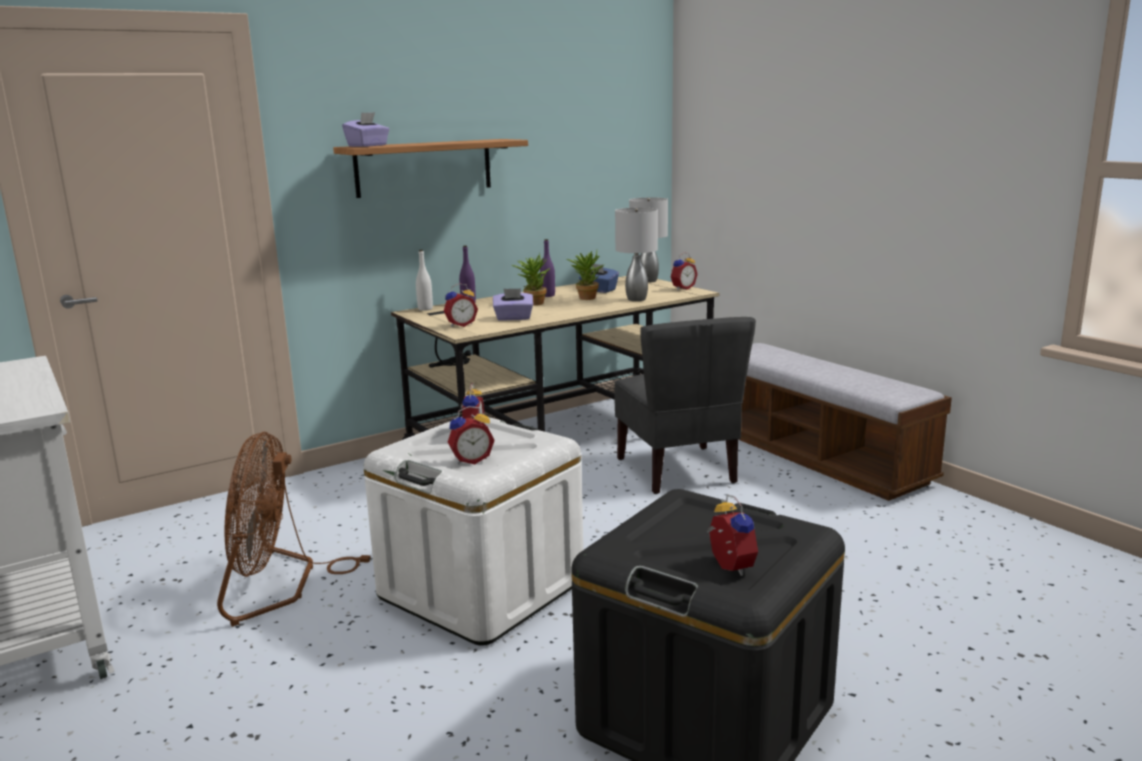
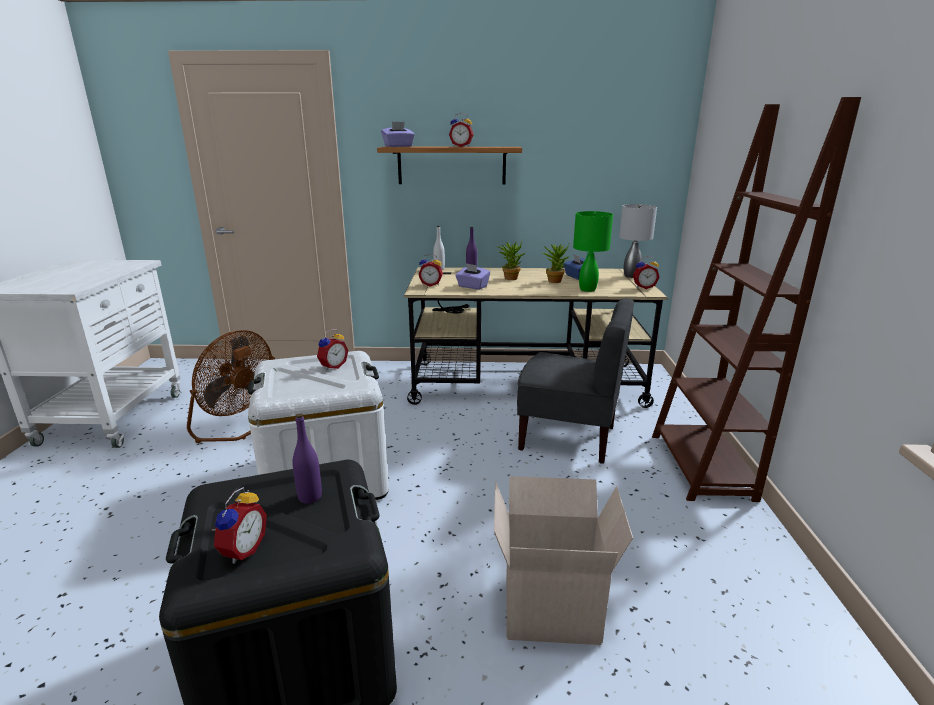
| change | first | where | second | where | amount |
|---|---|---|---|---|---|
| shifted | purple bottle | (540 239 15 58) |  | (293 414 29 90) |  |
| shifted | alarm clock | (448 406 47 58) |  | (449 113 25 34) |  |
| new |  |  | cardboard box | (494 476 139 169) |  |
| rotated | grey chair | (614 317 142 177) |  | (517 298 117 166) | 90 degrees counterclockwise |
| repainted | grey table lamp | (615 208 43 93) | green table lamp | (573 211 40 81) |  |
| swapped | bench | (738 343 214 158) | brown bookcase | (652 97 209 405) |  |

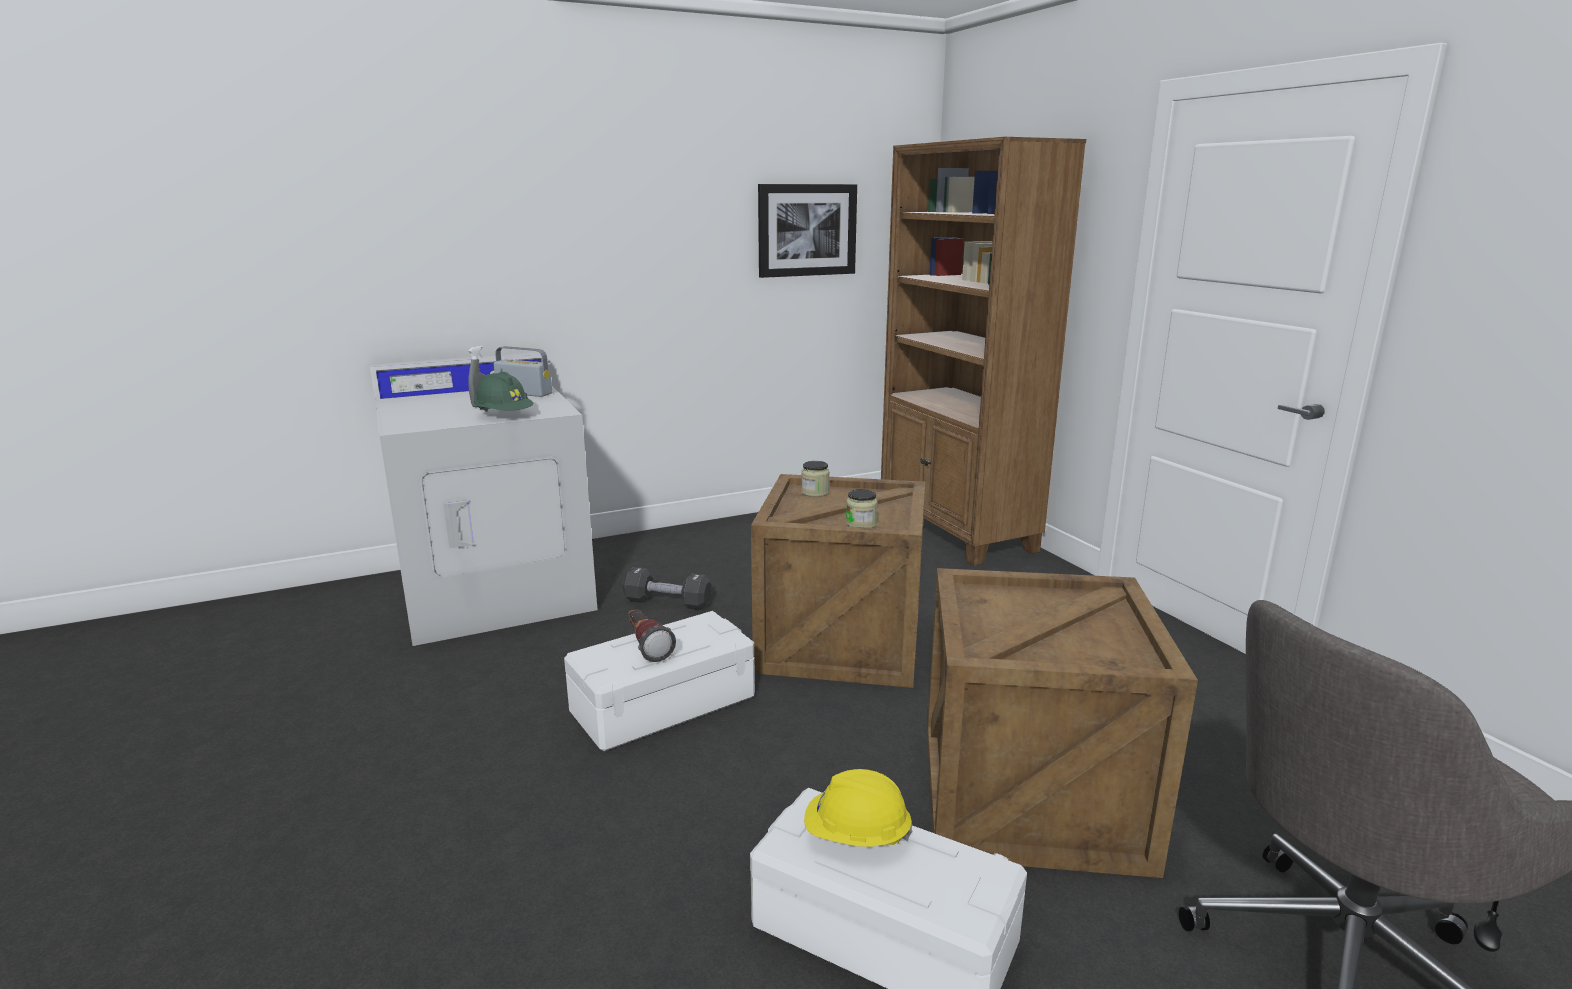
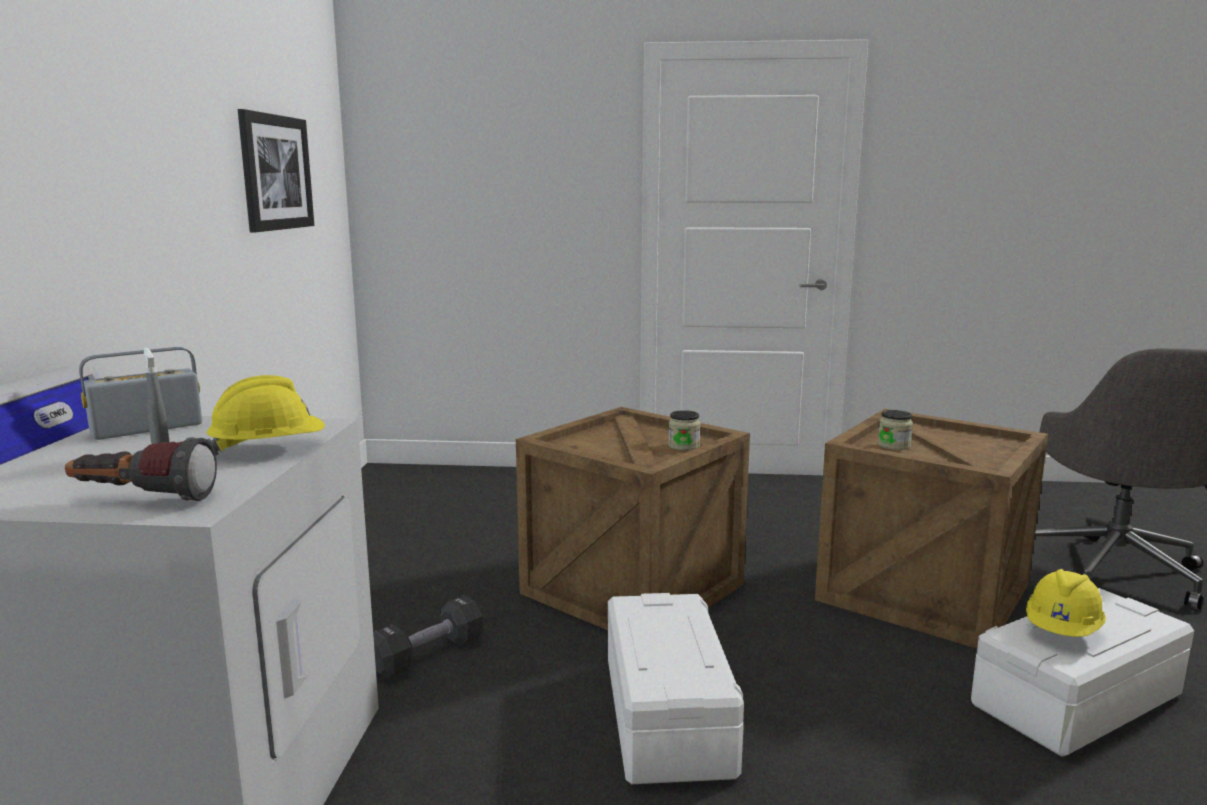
| change | first | where | second | where | amount |
|---|---|---|---|---|---|
| shifted | flashlight | (629 609 47 53) |  | (65 437 152 64) |  |
| repainted | green hard hat | (474 372 60 40) | yellow hard hat | (206 375 119 80) |  |
| shifted | jar | (801 461 29 36) |  | (878 410 35 40) |  |
| gone | brown bookcase | (881 137 205 429) |  |  |  |

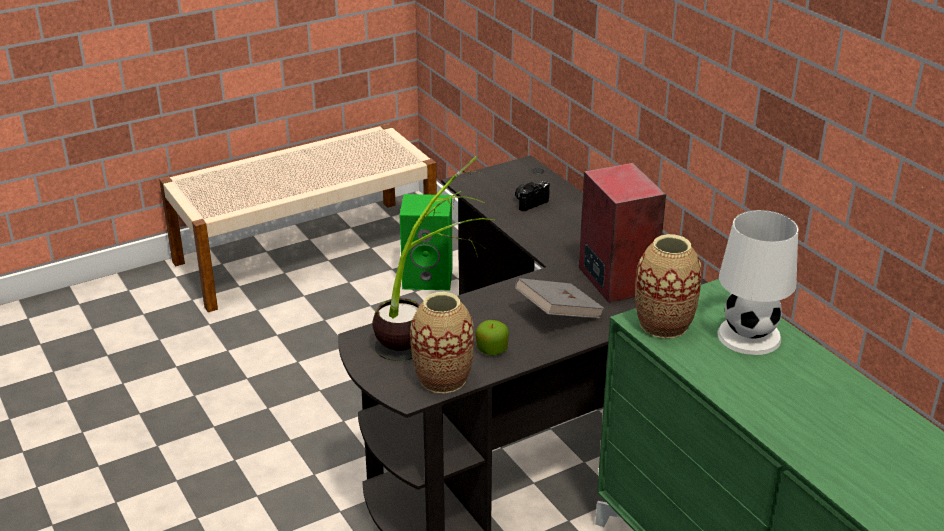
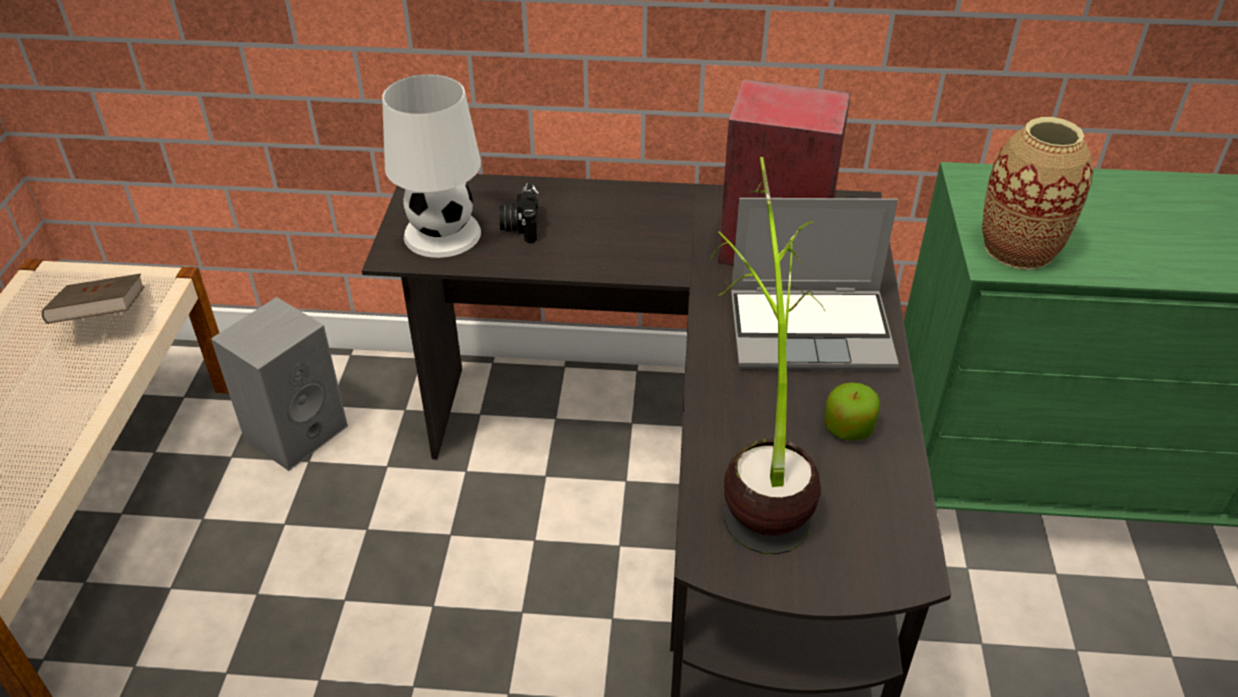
| change | first | where | second | where | amount |
|---|---|---|---|---|---|
| new |  |  | brown book | (42 273 102 51) |  |
| repainted | green speaker | (400 194 53 96) | grey speaker | (211 297 137 174) |  |
| shifted | white table lamp | (717 210 81 145) |  | (382 74 99 184) |  |
| swapped | grey book | (515 278 90 41) | laptop | (731 198 168 172) |  |
| gone | vase | (410 292 64 101) |  |  |  |

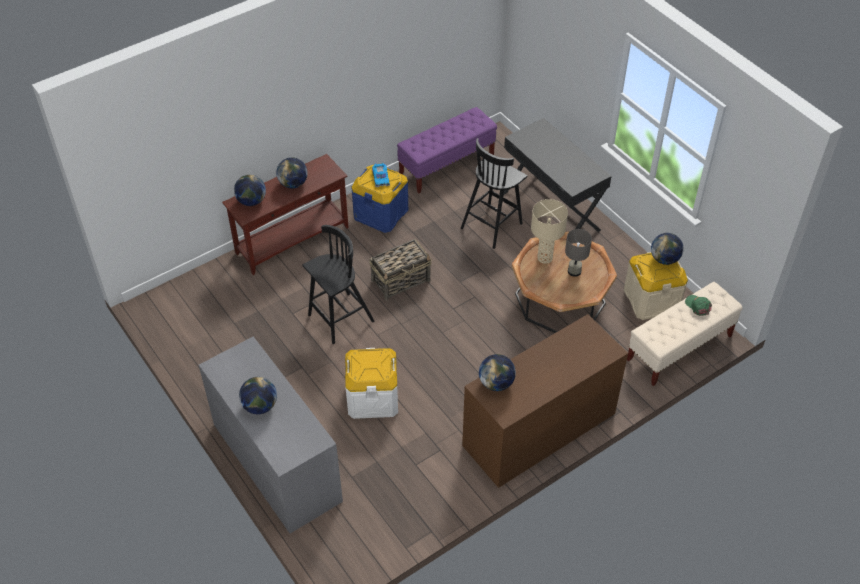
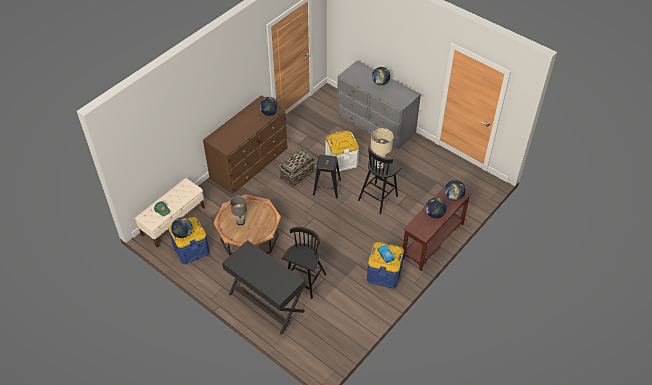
| change | first | where | second | where | amount |
|---|---|---|---|---|---|
| repainted | beige storage box | (624 252 64 68) | blue storage box | (168 217 42 47) |  |
| shifted | basket | (369 239 63 61) |  | (279 148 37 40) |  |
| new |  |  | black stool | (313 155 28 43) |  |
| shifted | beige table lamp | (531 199 37 65) |  | (371 128 22 41) |  |
| gone | purple bench | (397 107 100 86) |  |  |  |

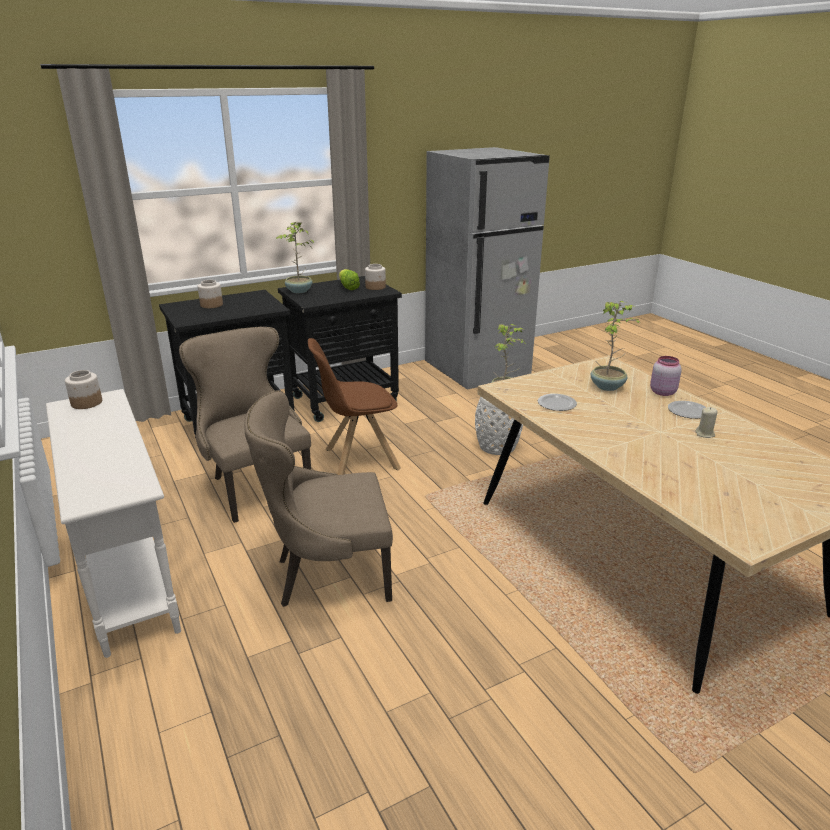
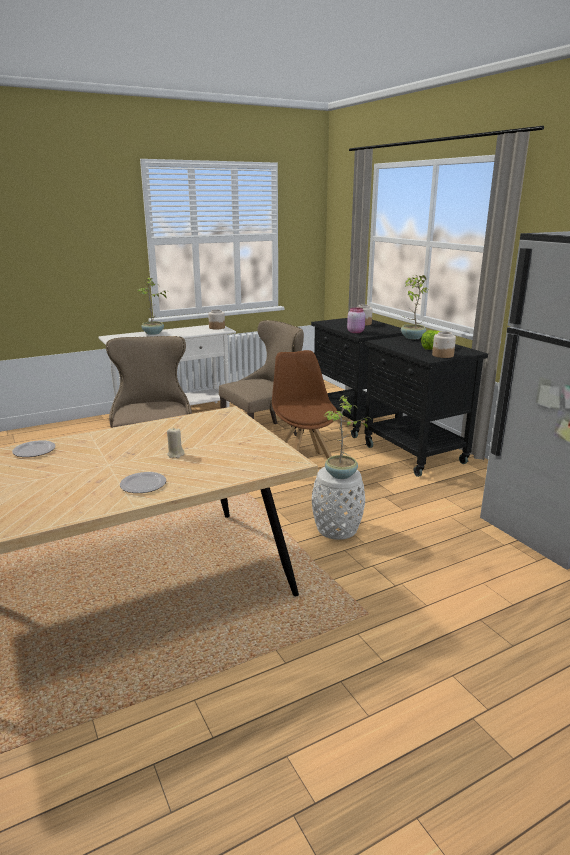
| change | first | where | second | where | amount |
|---|---|---|---|---|---|
| shifted | plate | (538 394 39 17) |  | (12 440 43 17) |  |
| shifted | potted plant | (591 301 49 90) |  | (138 278 29 57) |  |
| shifted | beige candle | (696 407 21 31) |  | (167 427 17 31) |  |
| shifted | pink jar | (650 356 32 40) |  | (347 307 18 26) |  |

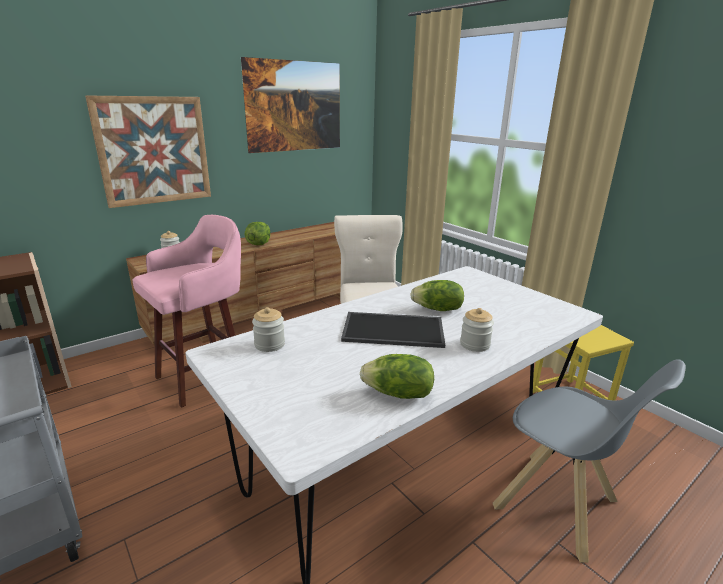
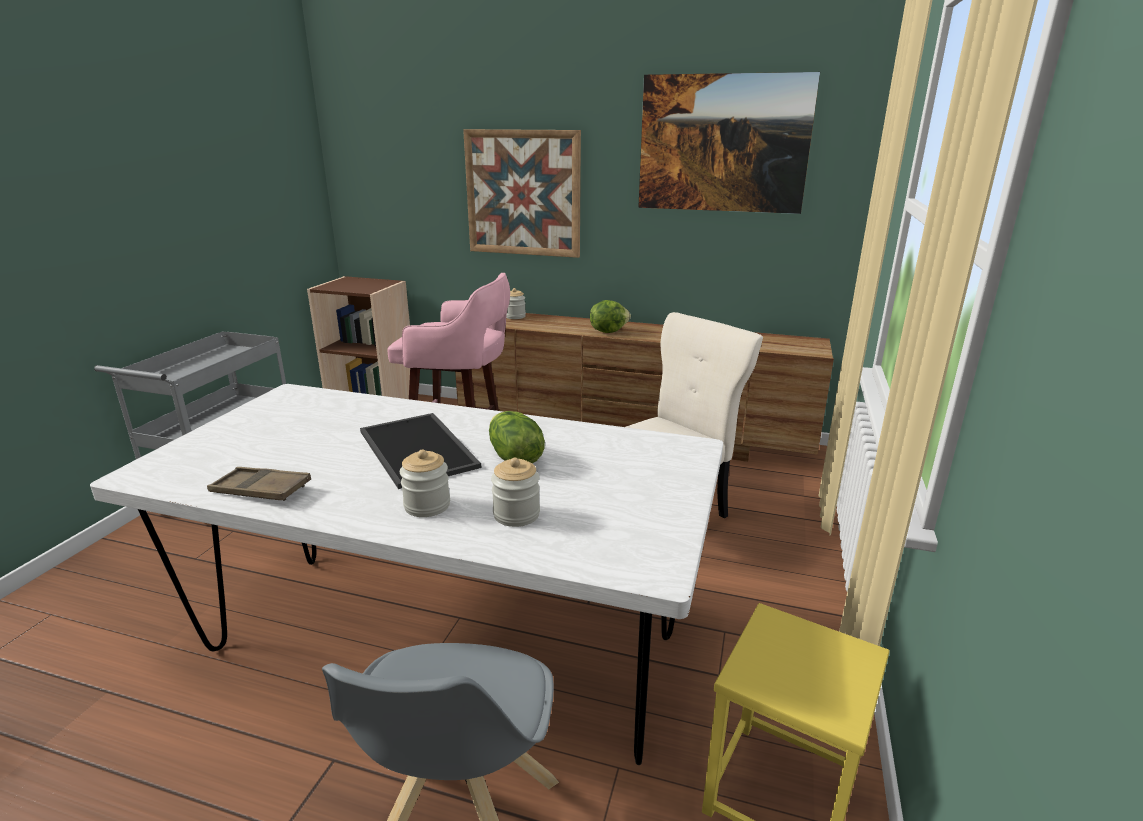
| change | first | where | second | where | amount |
|---|---|---|---|---|---|
| swapped | lettuce | (360 354 74 45) | brown tray | (207 467 104 34) |  |
| shifted | jar | (252 307 33 45) |  | (491 458 49 69) |  |

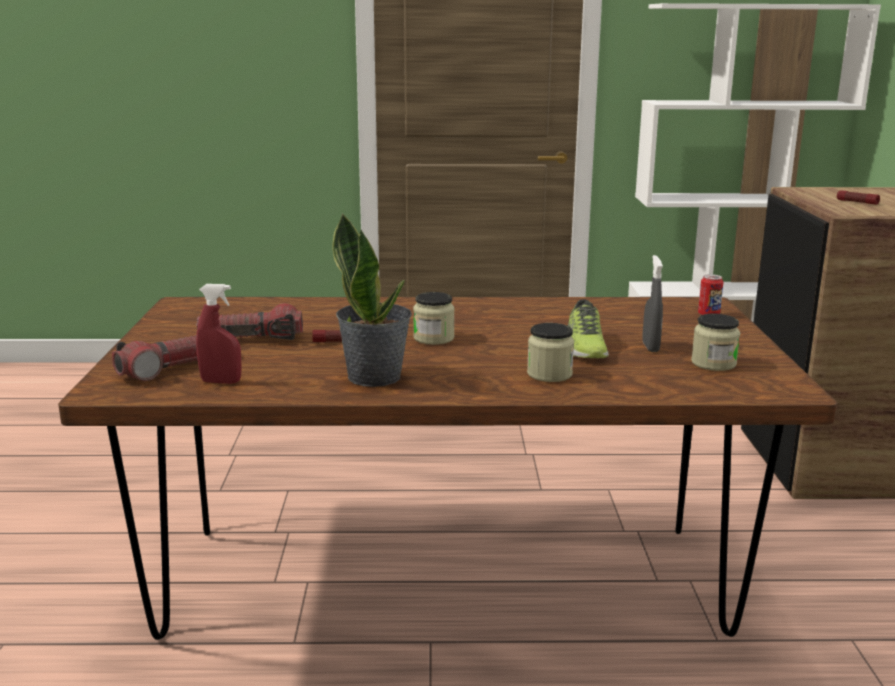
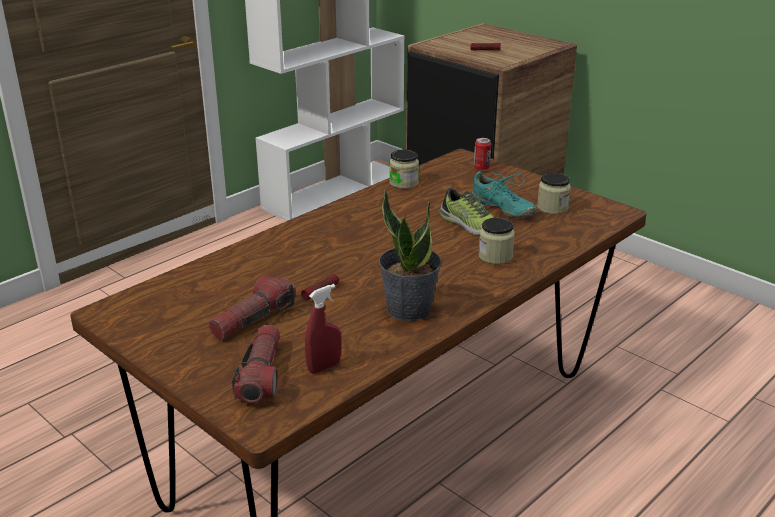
| change | first | where | second | where | amount |
|---|---|---|---|---|---|
| shifted | jar | (413 292 42 53) |  | (389 150 30 39) |  |
| swapped | grey spray bottle | (642 255 21 97) | turquoise shoe | (471 171 65 47) |  |

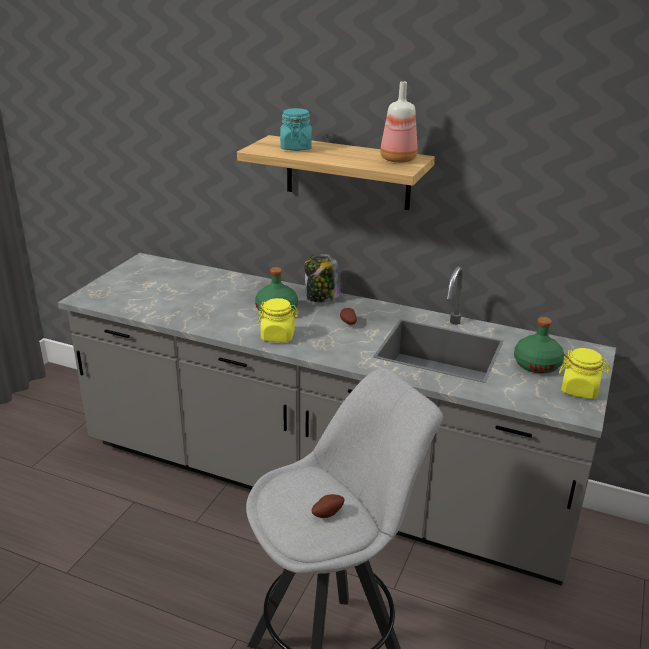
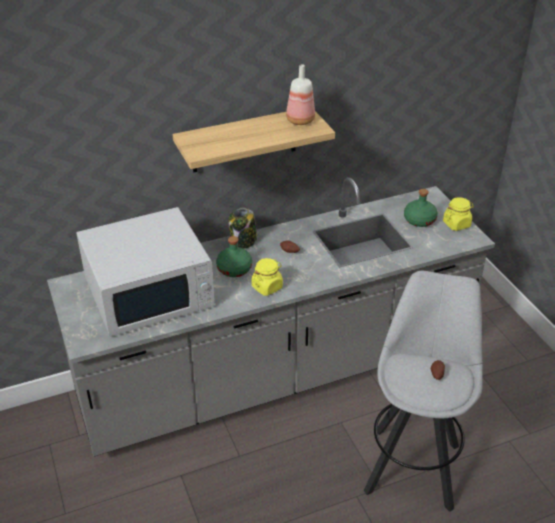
| change | first | where | second | where | amount |
|---|---|---|---|---|---|
| new |  |  | white microwave | (76 207 139 130) |  |
| gone | turquoise jar | (280 108 32 43) |  |  |  |

